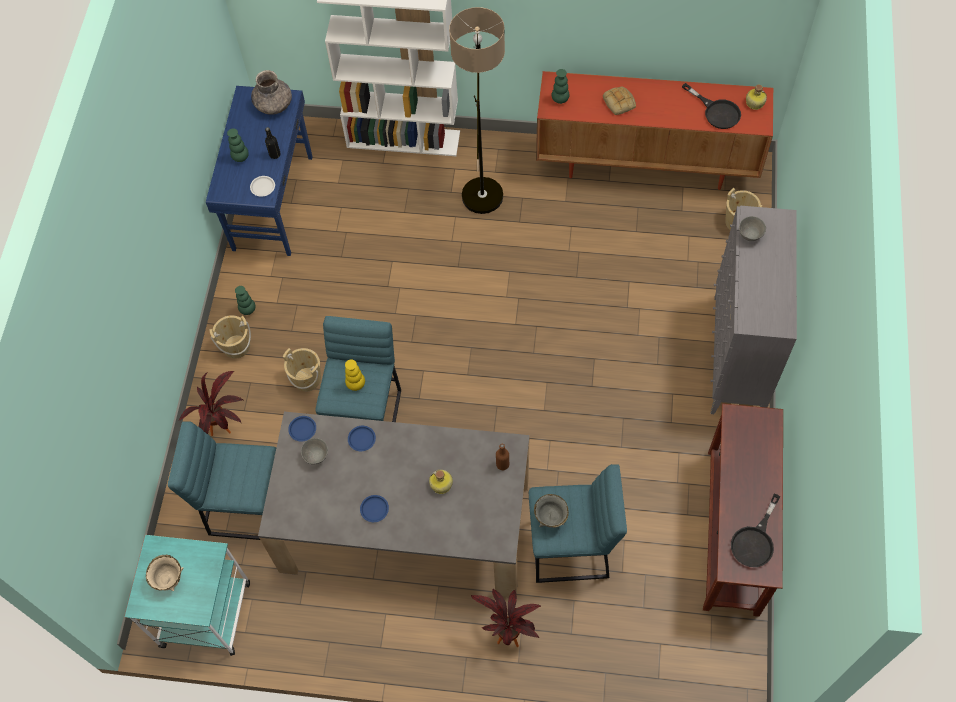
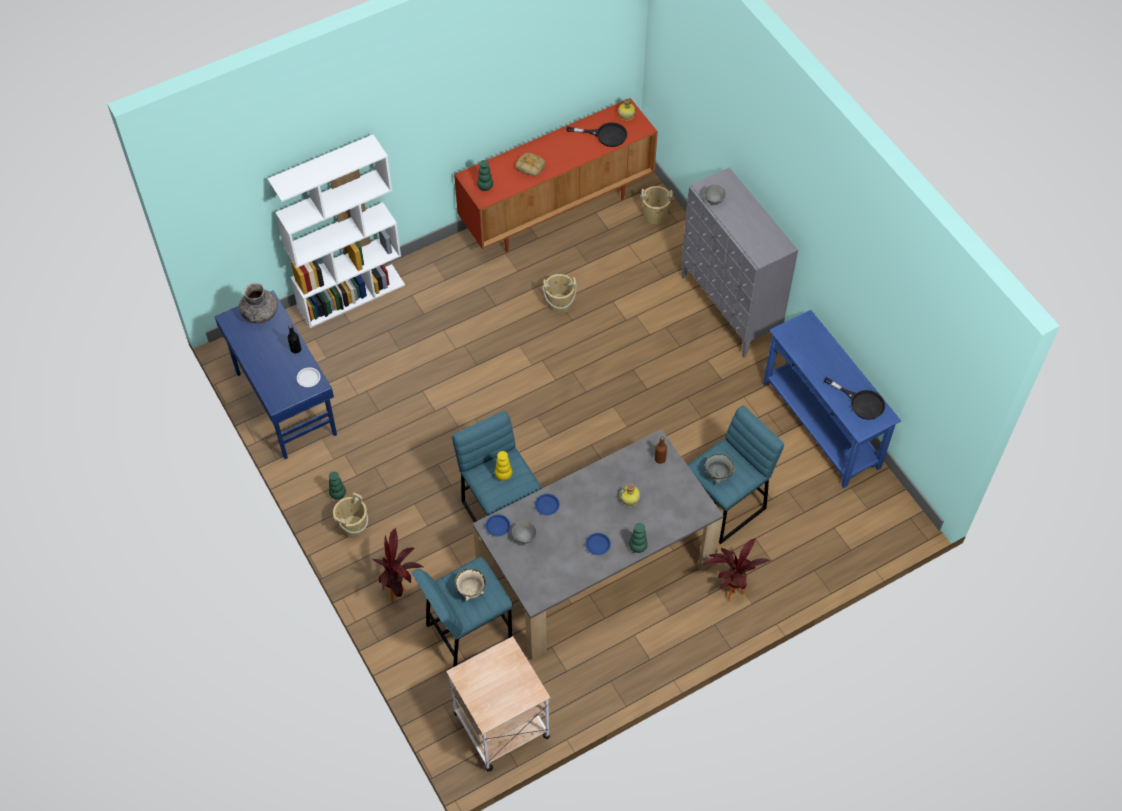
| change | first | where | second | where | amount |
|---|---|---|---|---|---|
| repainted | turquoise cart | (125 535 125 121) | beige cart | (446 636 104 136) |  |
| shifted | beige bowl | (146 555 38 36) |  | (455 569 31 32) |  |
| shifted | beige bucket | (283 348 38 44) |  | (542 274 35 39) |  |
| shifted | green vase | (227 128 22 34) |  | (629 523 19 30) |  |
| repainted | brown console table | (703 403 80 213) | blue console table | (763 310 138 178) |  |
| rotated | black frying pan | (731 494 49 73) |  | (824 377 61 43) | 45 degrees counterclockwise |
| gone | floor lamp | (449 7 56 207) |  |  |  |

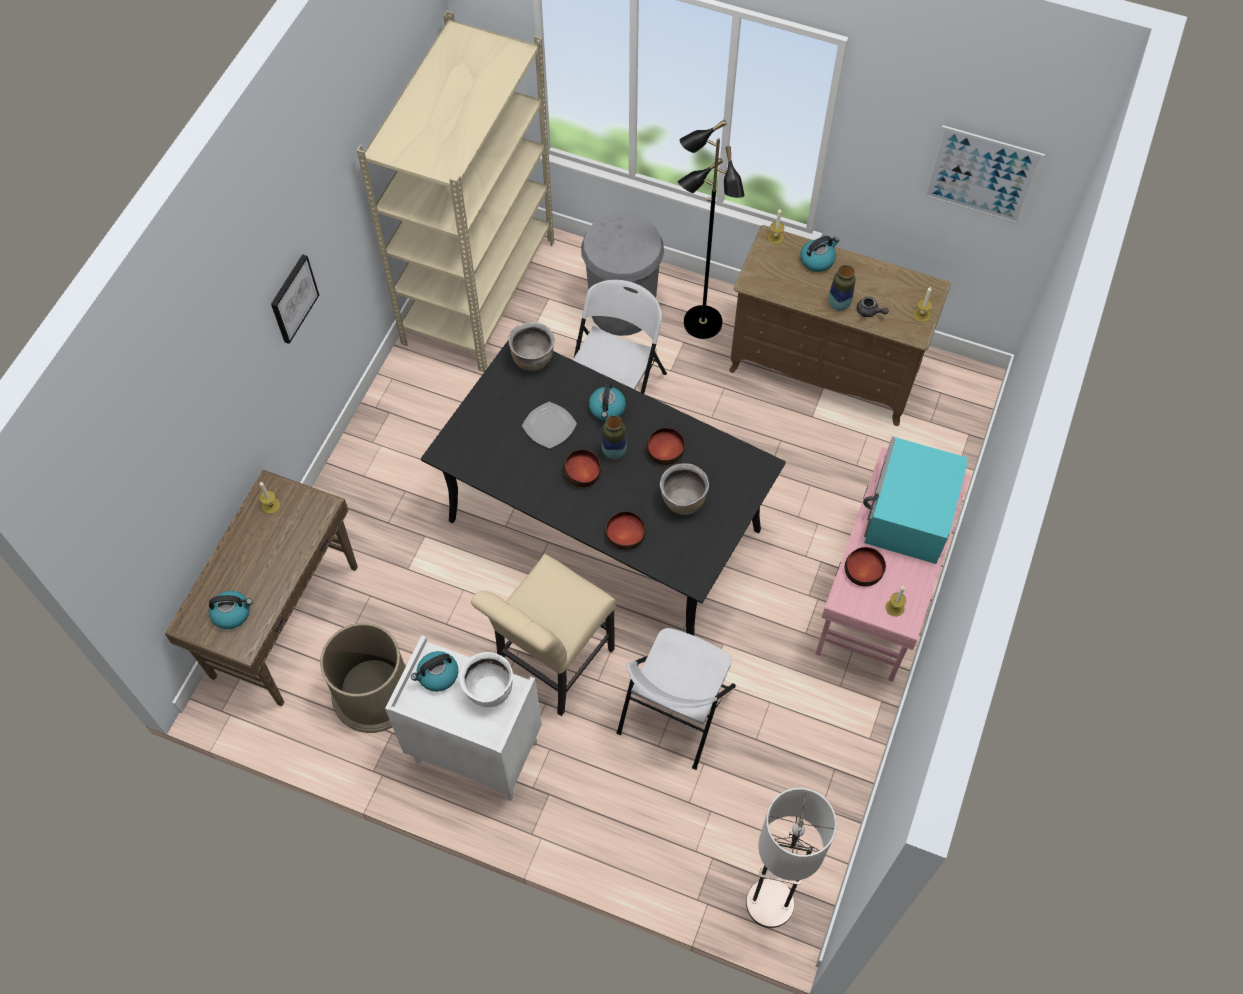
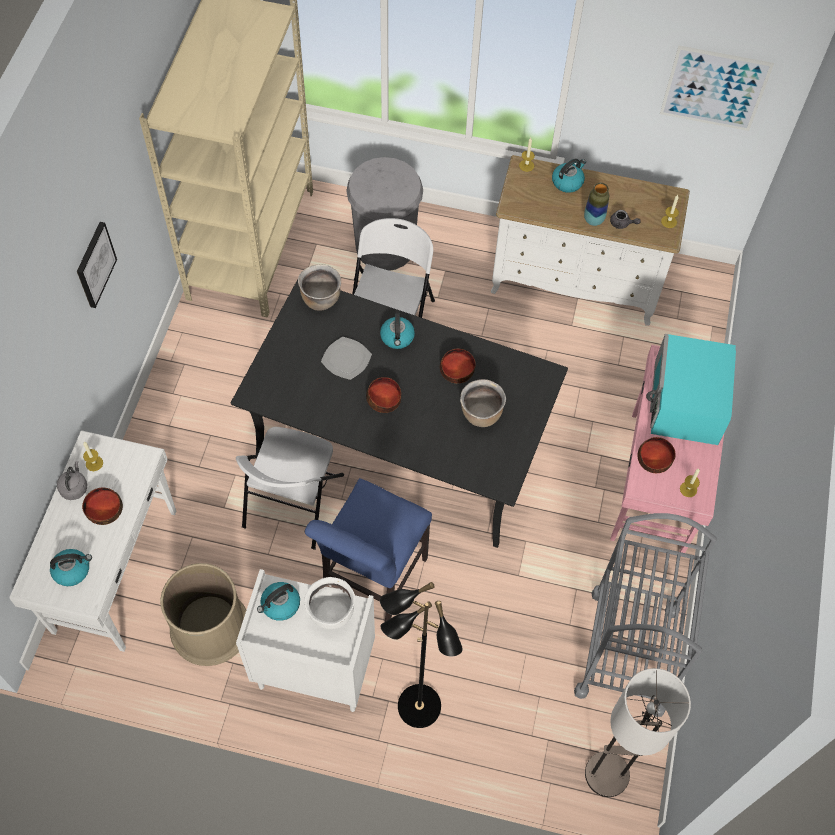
| change | first | where | second | where | amount |
|---|---|---|---|---|---|
| repainted | brown console table | (165 470 193 237) | white console table | (10 430 166 222) |  |
| new |  |  | grey kettle | (57 461 30 39) |  |
| shifted | bowl | (606 511 40 39) |  | (82 488 41 37) |  |
| shifted | white chair | (616 628 120 142) |  | (236 427 108 123) |  |
| repainted | beige stool | (471 554 145 162) | blue stool | (305 478 127 144) |  |
| shifted | black floor lamp | (677 120 68 219) |  | (380 582 83 146) |  |
| repainted | brown dresser | (729 225 222 201) | white dresser | (491 155 199 171) |  |
| new |  |  | grey cart | (574 513 143 204) |  |
| gone | vase | (602 415 25 44) |  |  |  |

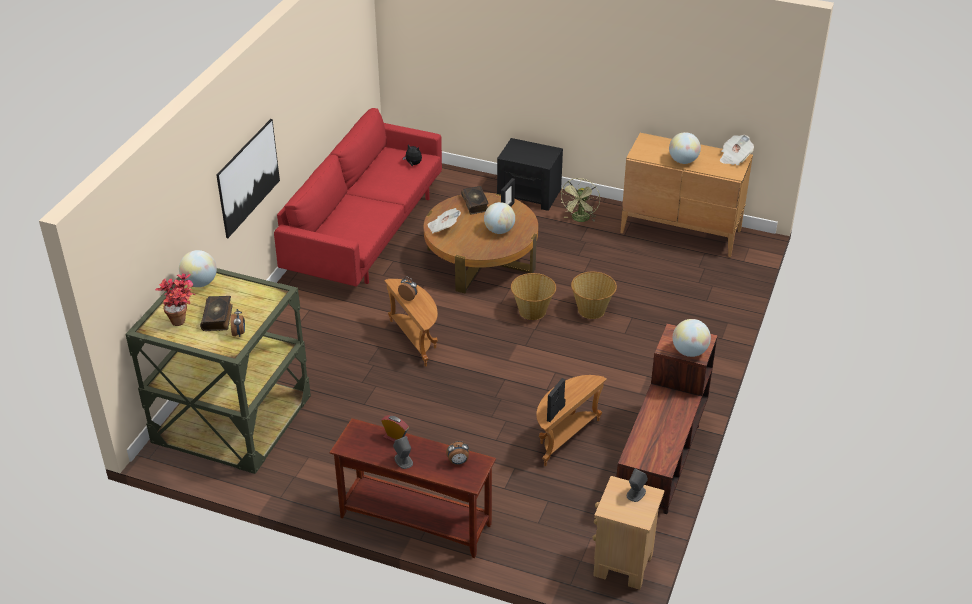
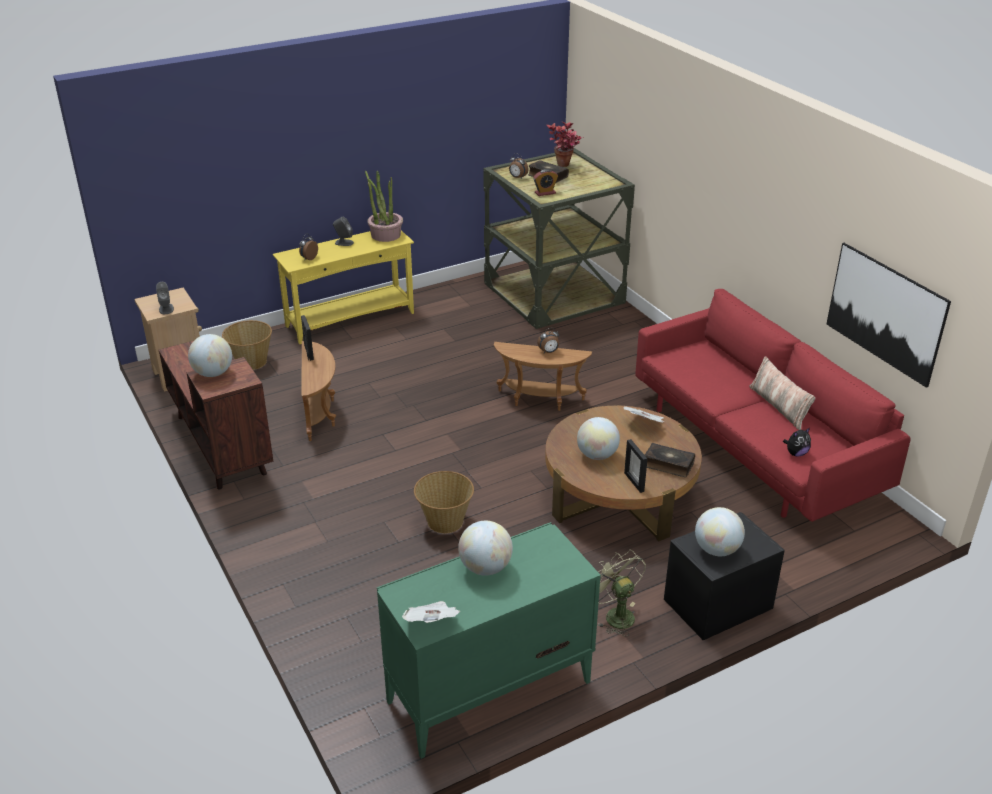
| change | first | where | second | where | amount |
|---|---|---|---|---|---|
| shifted | basket | (511 273 45 47) |  | (222 320 50 50) |  |
| repainted | brown console table | (330 418 166 140) | yellow console table | (273 231 141 113) |  |
| new |  |  | potted plant | (365 171 38 71) |  |
| repainted | brown cabinet | (620 133 133 124) | green cabinet | (377 522 224 237) |  |
| shifted | alarm clock | (381 415 28 27) |  | (533 169 25 27) |  |
| shifted | globe | (179 250 38 37) |  | (695 507 50 49) |  |
| new |  |  | pillow | (749 357 66 73) |  |
| shifted | picture | (216 119 64 119) |  | (827 243 124 145) |  |

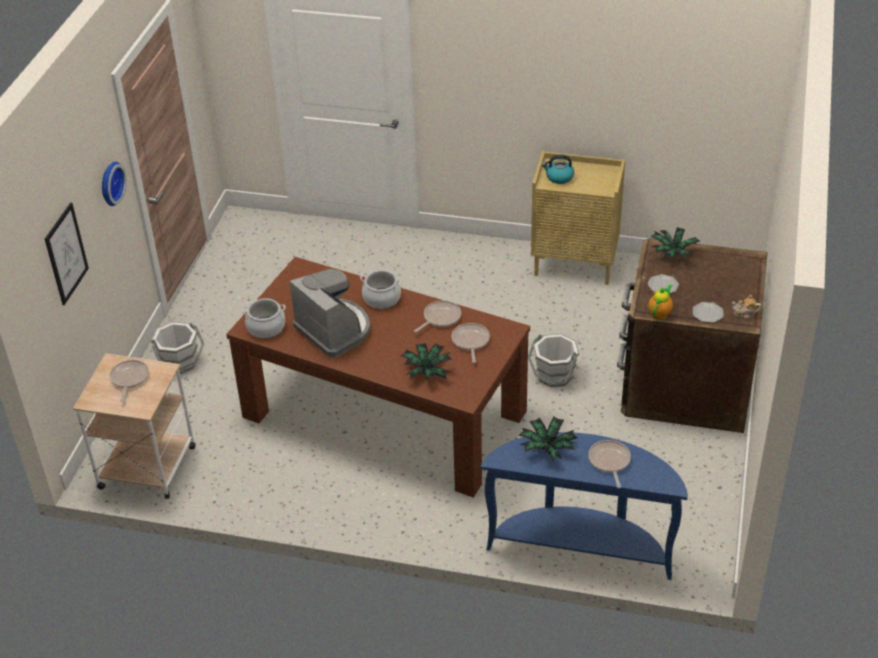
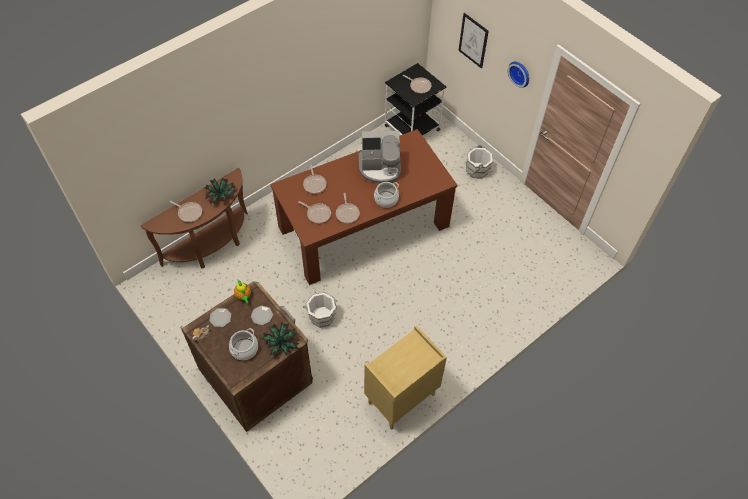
| change | first | where | second | where | amount |
|---|---|---|---|---|---|
| repainted | blue console table | (481 432 207 148) | brown console table | (140 168 108 101) |  |
| shifted | cooking pot | (241 298 45 40) |  | (229 328 29 32) |  |
| swapped | potted plant | (401 343 51 38) | frying pan | (303 165 24 29) |  |
| repainted | beige cart | (73 354 122 145) | black cart | (384 63 62 73) |  |
| gone | kettle | (542 154 32 30) |  |  |  |

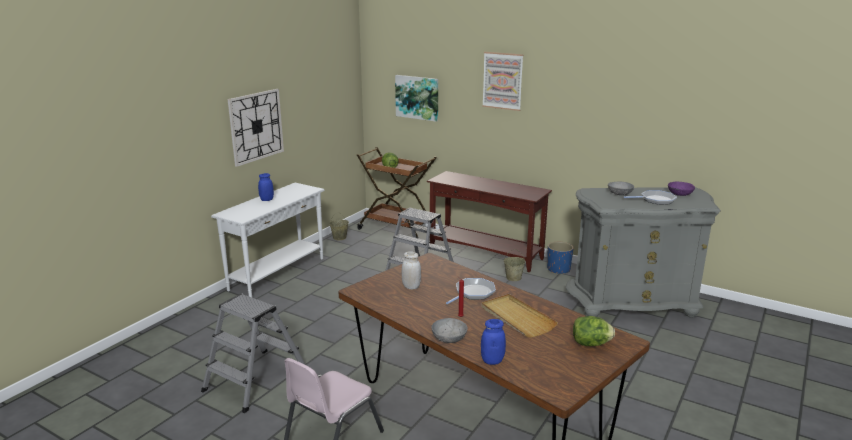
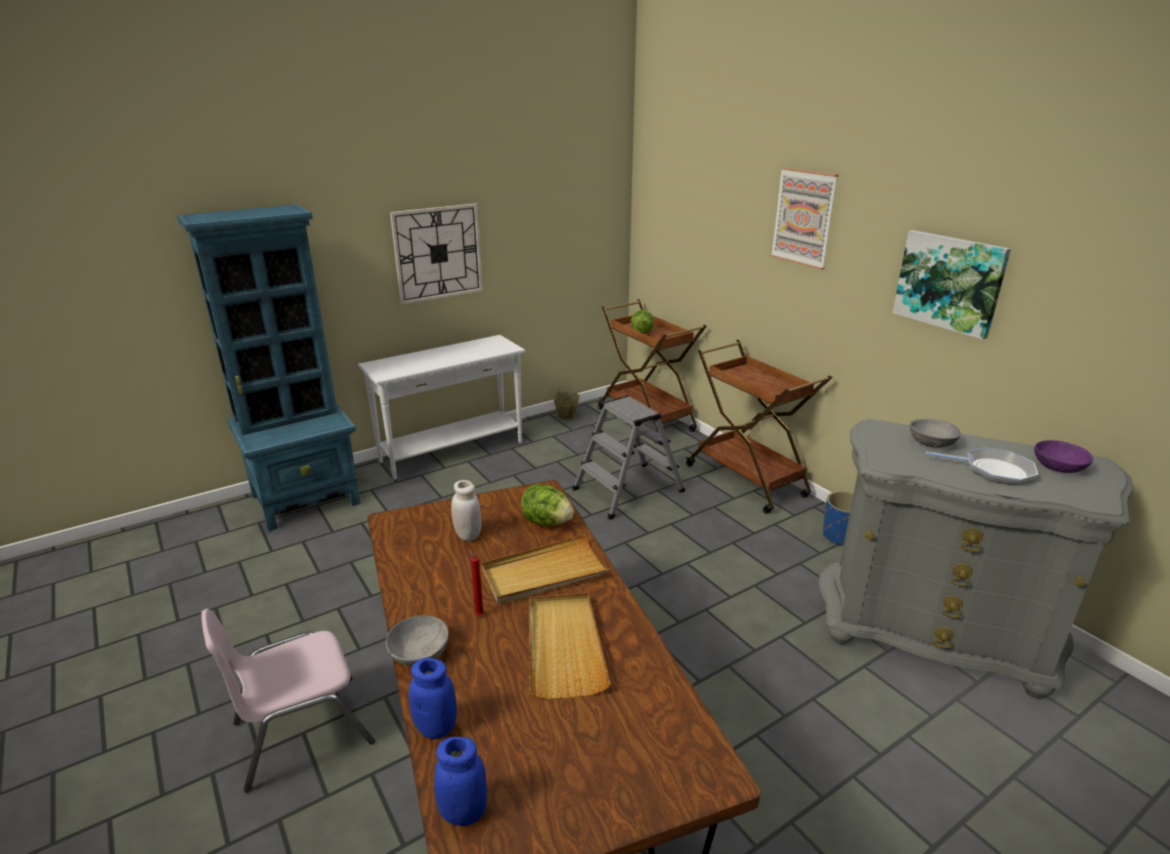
| change | first | where | second | where | amount |
|---|---|---|---|---|---|
| new |  |  | blue cabinet | (177 204 184 327) |  |
| shifted | blue jar | (258 173 16 28) |  | (434 737 53 89) |  |
| swapped | frying pan | (446 278 50 26) | beige tray | (481 534 130 70) |  |
| shifted | lettuce | (573 316 42 30) |  | (521 484 53 42) |  |
| swapped | brown console table | (427 171 125 101) | brown cart | (686 340 147 174) |  |
| shifted | picture | (395 75 43 47) |  | (892 230 119 110) |  |
| gone | grey step ladder | (201 293 106 120) |  |  |  |
| gone | beige bucket | (504 249 22 32) |  |  |  |

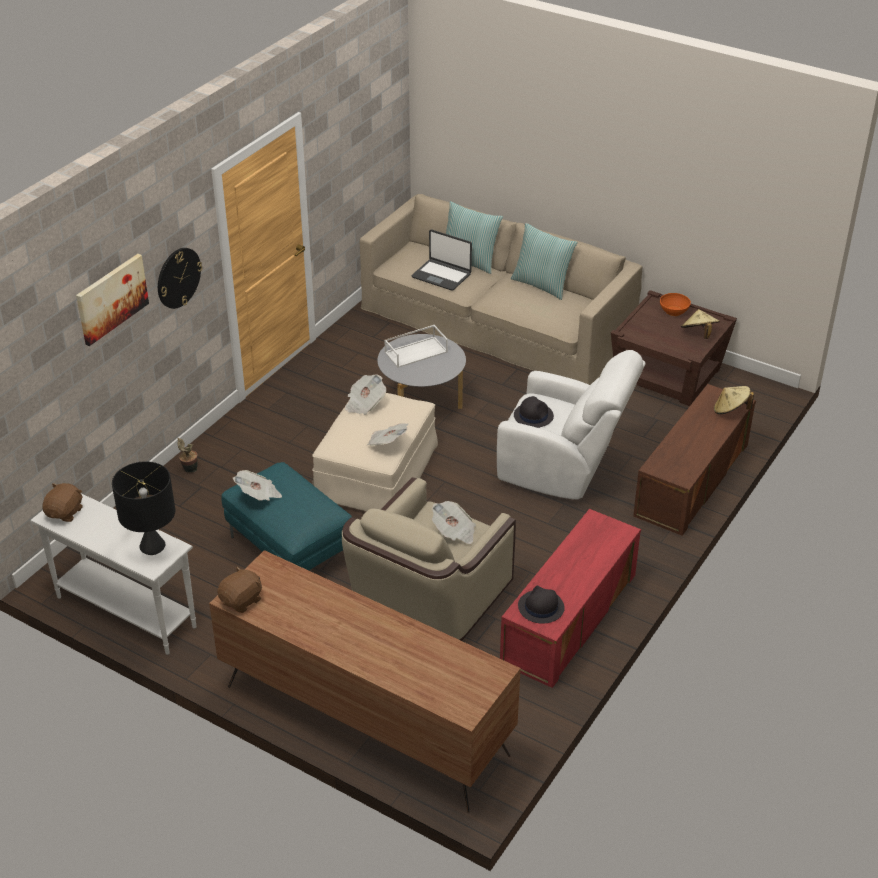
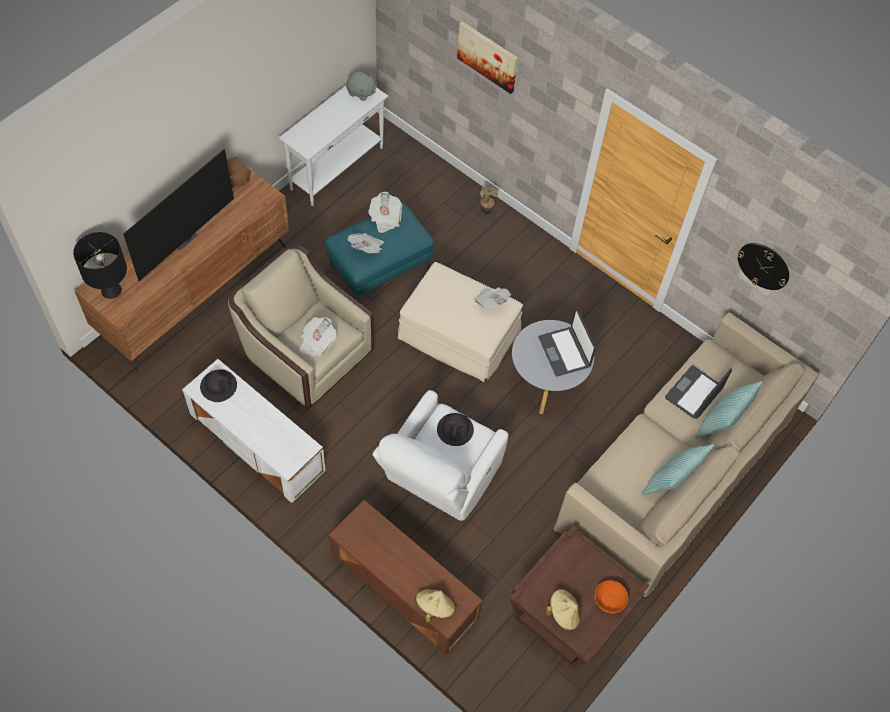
| change | first | where | second | where | amount |
|---|---|---|---|---|---|
| shifted | black table lamp | (112 461 63 94) |  | (73 232 54 67) |  |
| new |  |  | television | (123 149 111 132) |  |
| repainted | red bench | (500 509 141 179) | white bench | (182 359 144 144) |  |
| repainted | brown plush toy | (42 483 41 39) | grey plush toy | (346 71 30 30) |  |
| shifted | newspaper | (367 423 41 23) |  | (348 233 36 20) |  |
| swapped | white tray | (384 325 64 43) | laptop | (539 308 57 68) |  |
| shifted | wall clock | (158 248 44 61) |  | (738 243 51 47) |  |

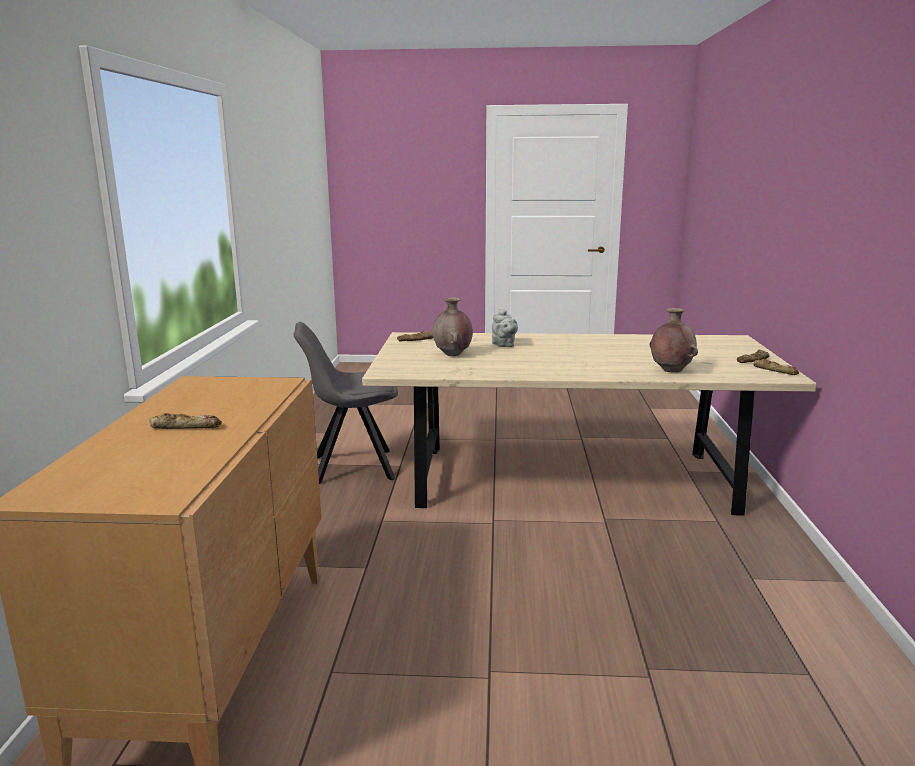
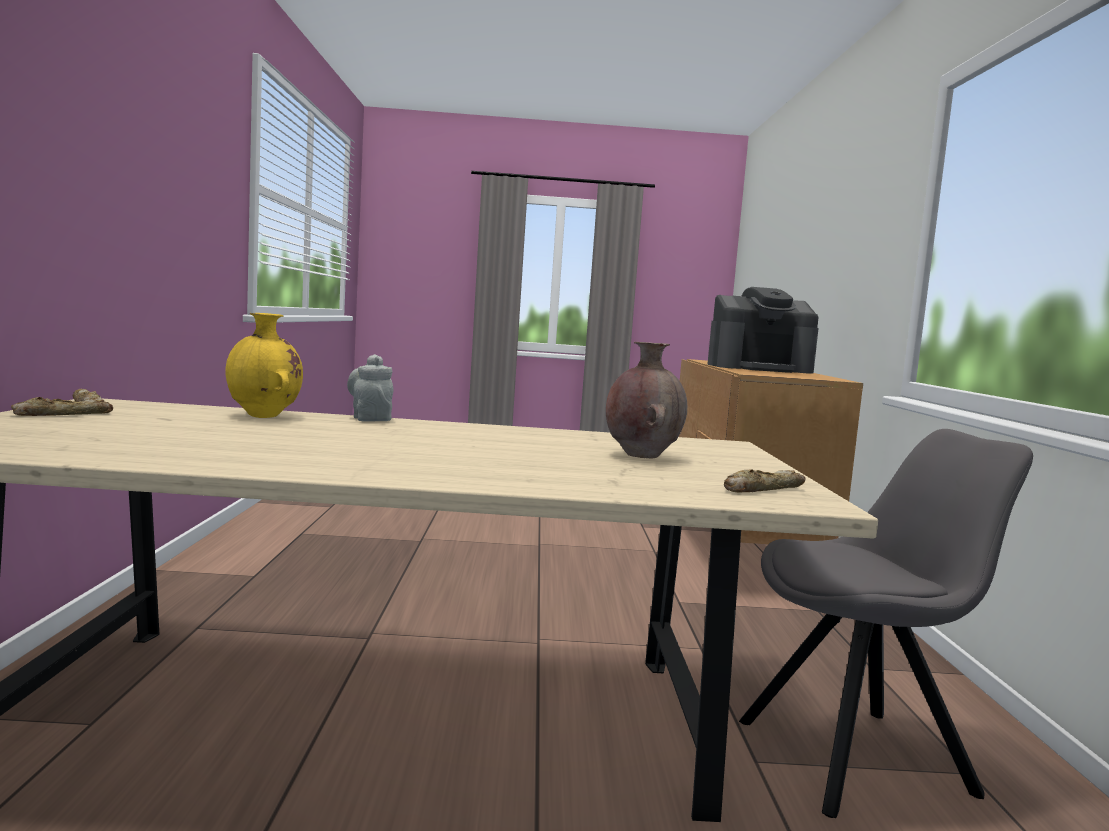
| change | first | where | second | where | amount |
|---|---|---|---|---|---|
| repainted | brown vase | (649 308 49 64) | yellow vase | (225 313 78 105) |  |
| shifted | grey teapot | (492 308 26 39) |  | (347 354 46 68) |  |
| swapped | bread | (149 413 73 16) | coffee machine | (707 287 112 87) |  |

